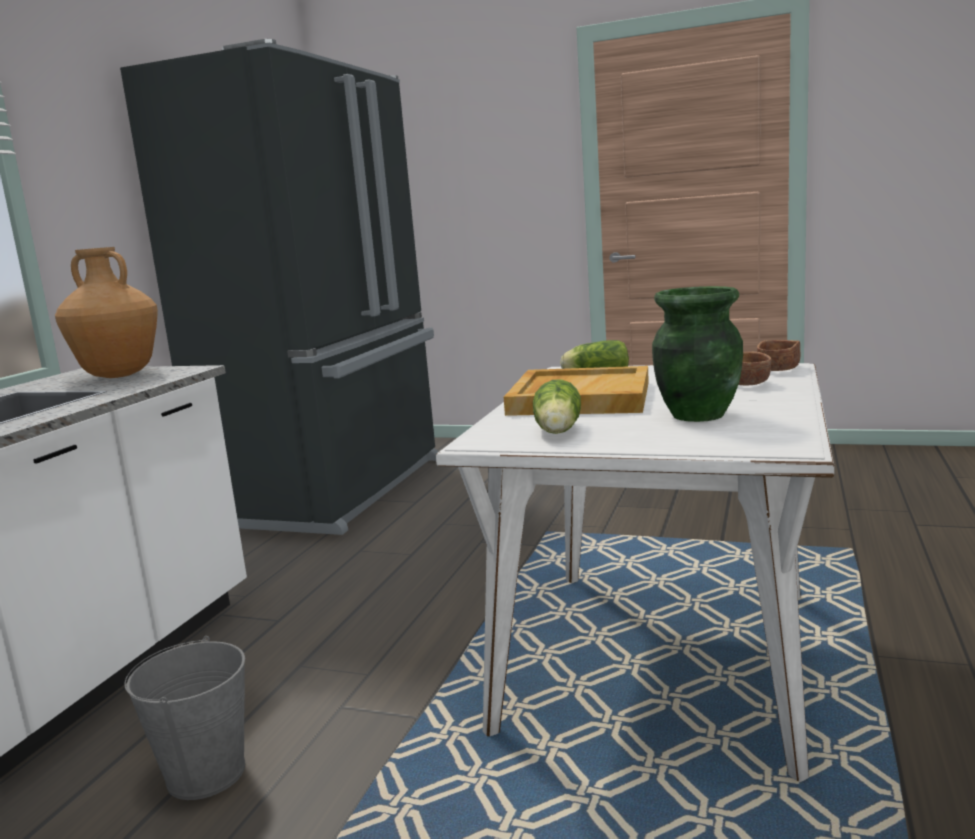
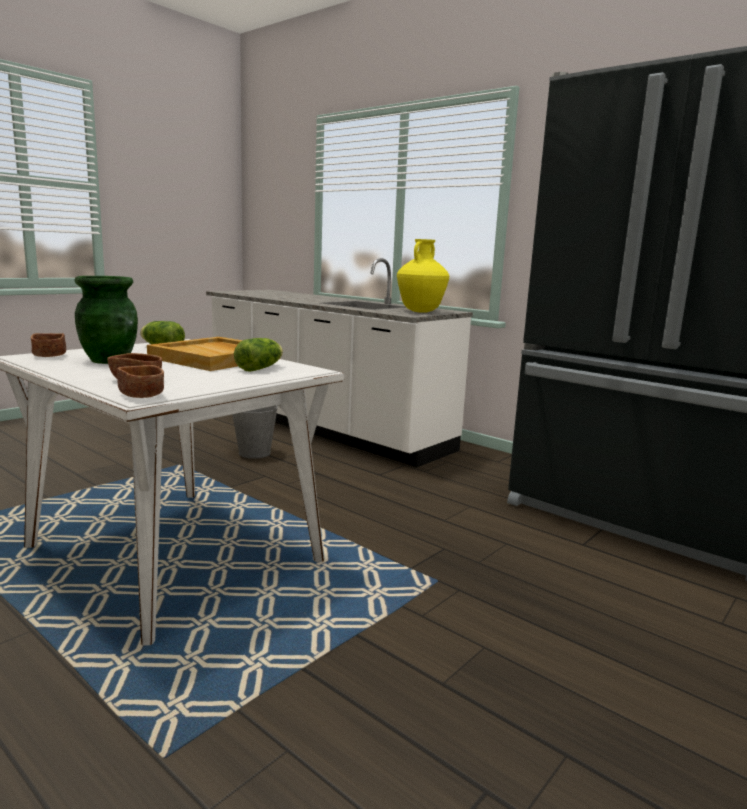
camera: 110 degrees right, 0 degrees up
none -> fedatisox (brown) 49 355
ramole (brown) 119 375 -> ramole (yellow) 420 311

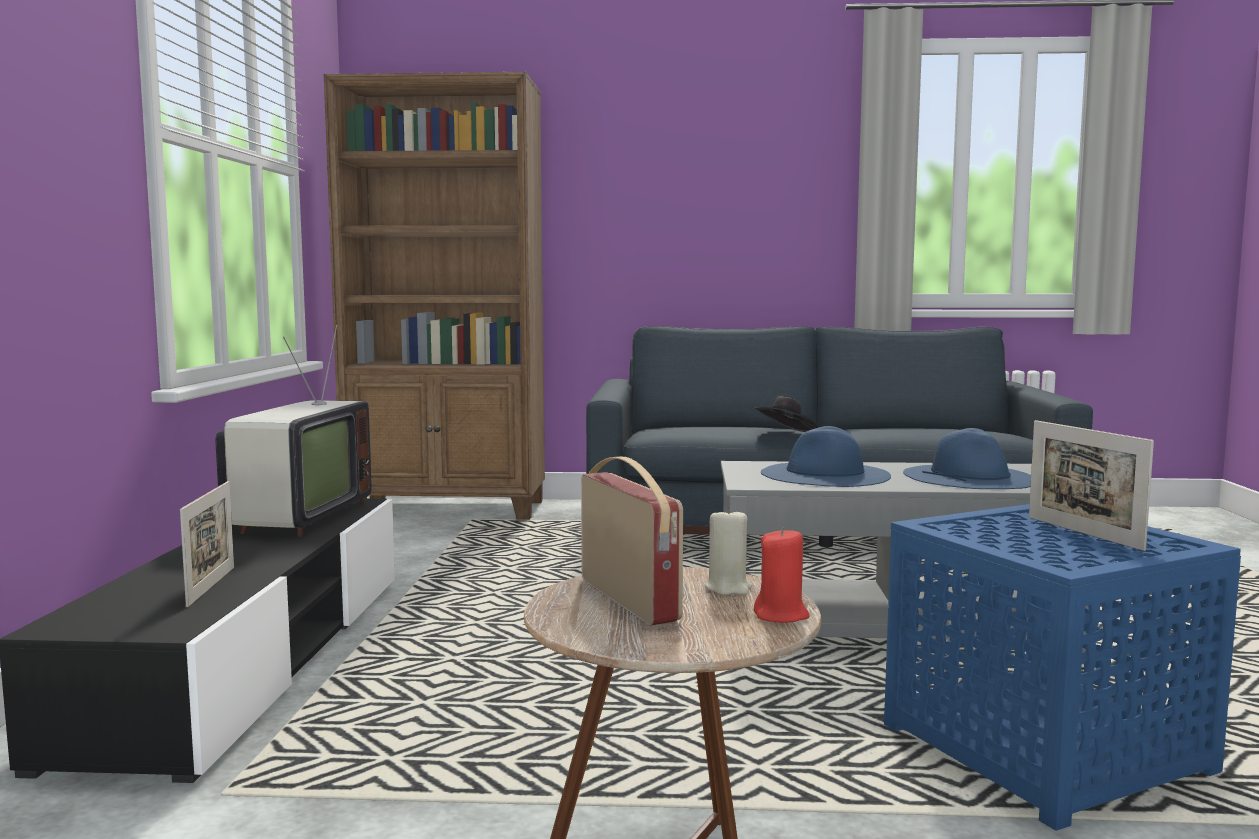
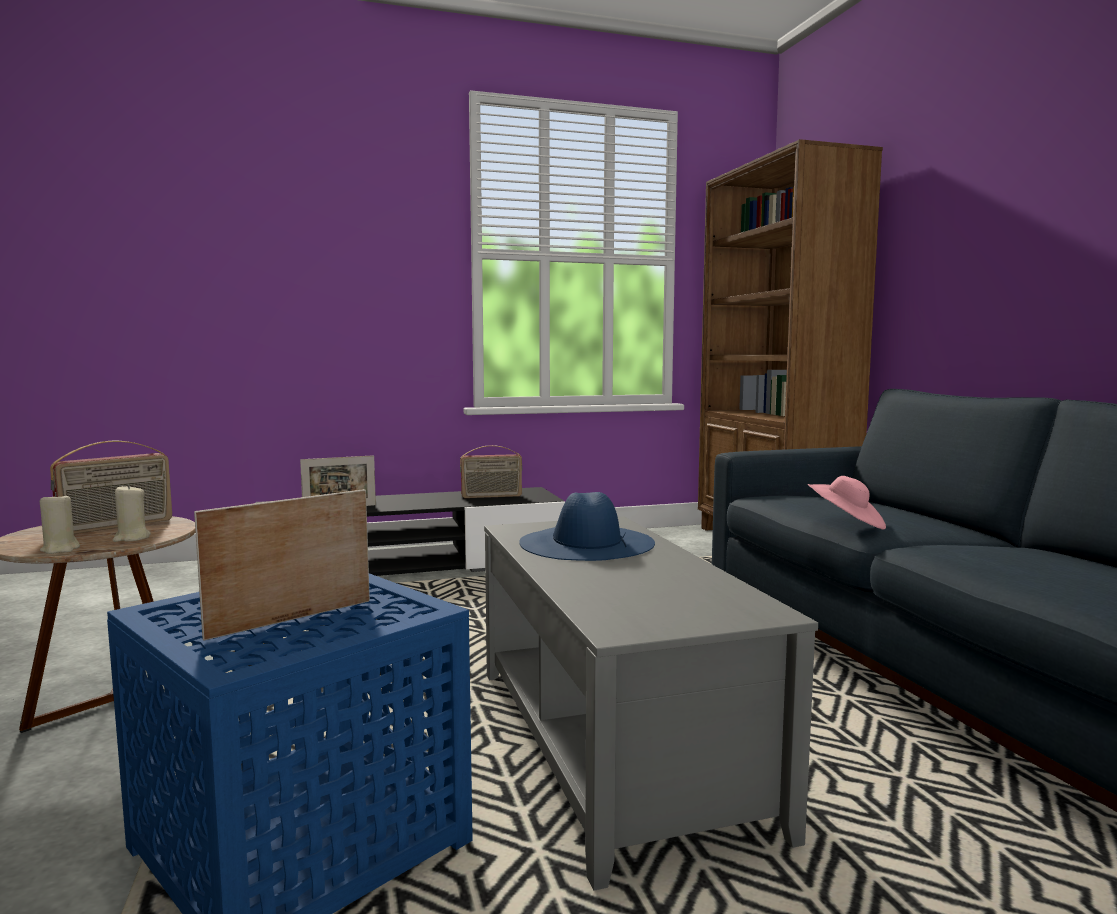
camera: 70 degrees right, 0 degrees up
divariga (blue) 970 477 -> none
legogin 297 518 -> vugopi 491 496
divariga (black) 784 434 -> divariga (pink) 846 524
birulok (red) 781 615 -> birulok (beige) 60 549

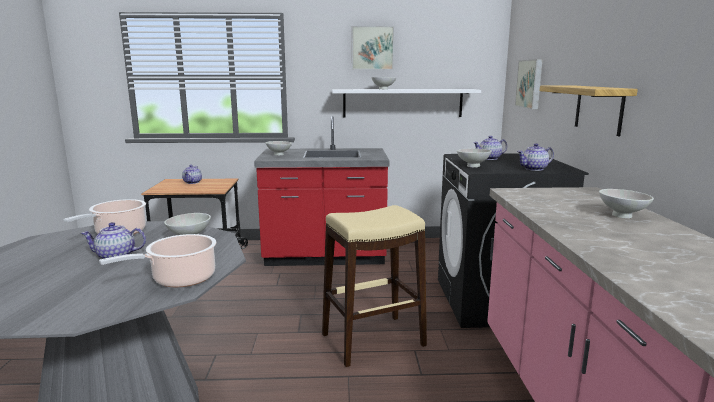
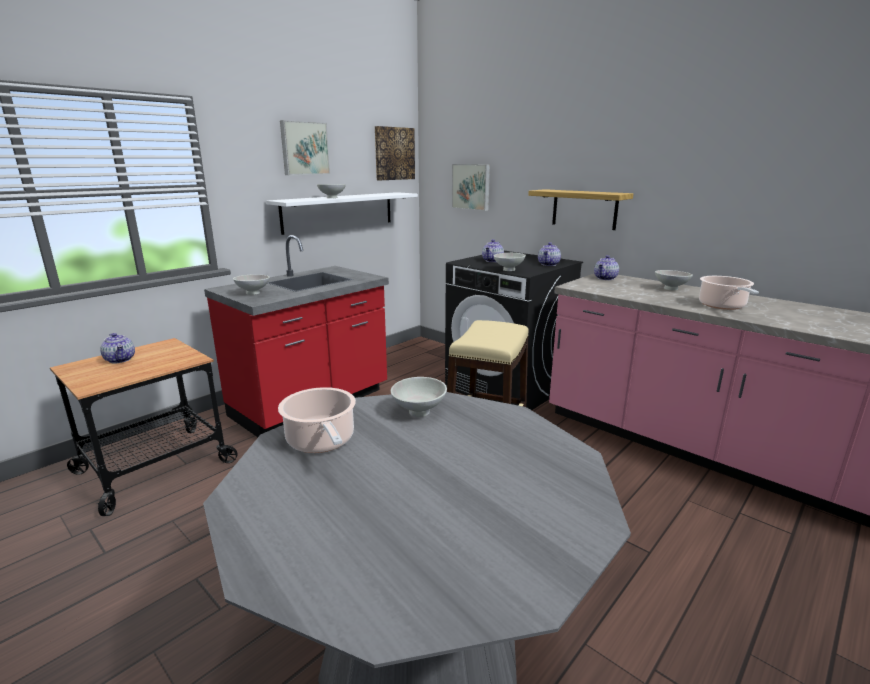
camera: 45 degrees left, 5 degrees up
none -> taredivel 394 153
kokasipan 115 256 -> kokasipan 605 278, relocated
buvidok 180 279 -> buvidok 723 306, relocated

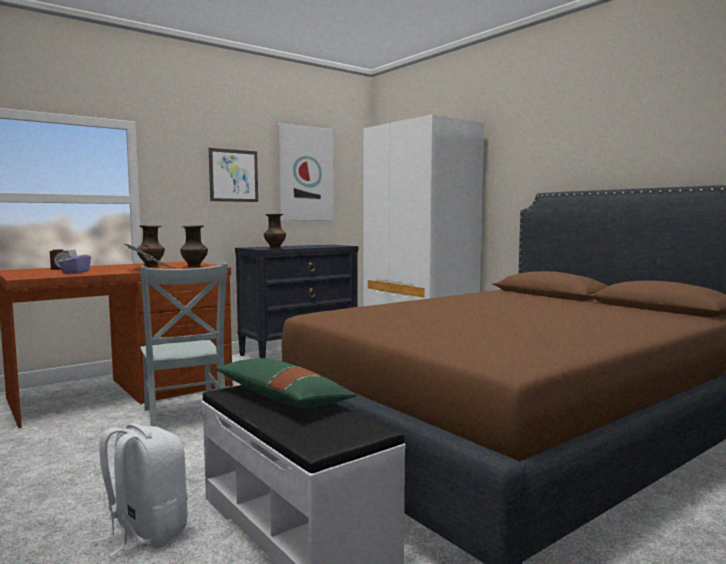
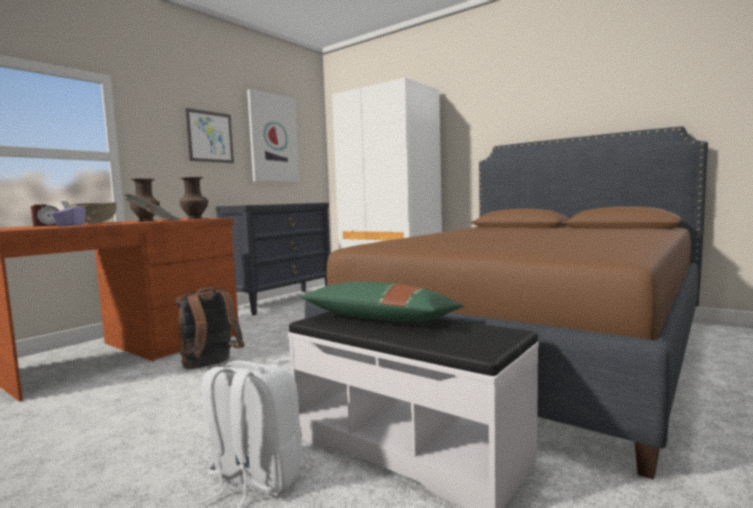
camera: 15 degrees left, 0 degrees up
ramole (brown) 275 248 -> none
none -> fedatisox (brown) 94 223
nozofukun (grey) 184 417 -> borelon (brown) 210 366

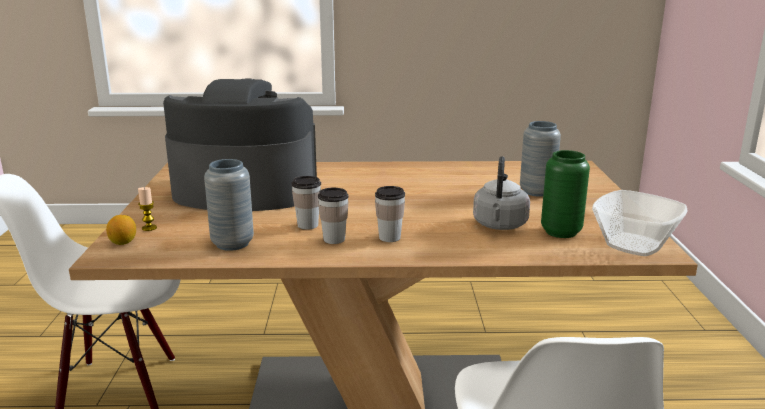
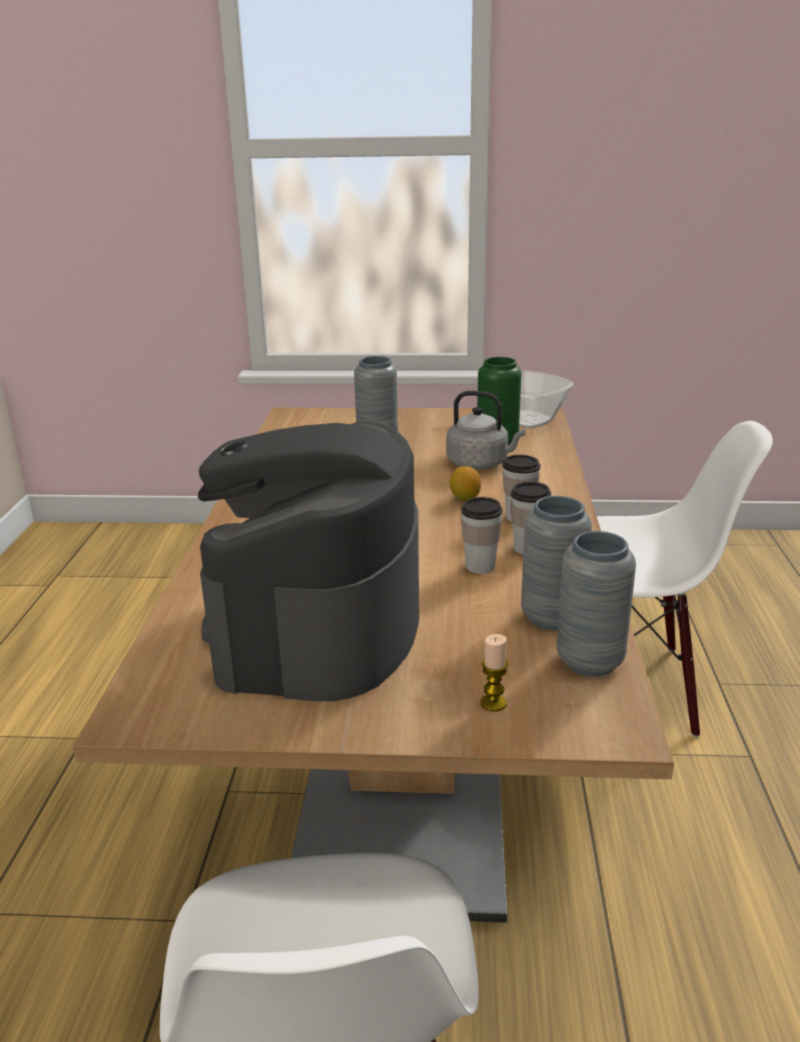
camera: 85 degrees left, 5 degrees up
none -> ramole (grey) 589 661
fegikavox 123 242 -> fegikavox 464 498, relocated

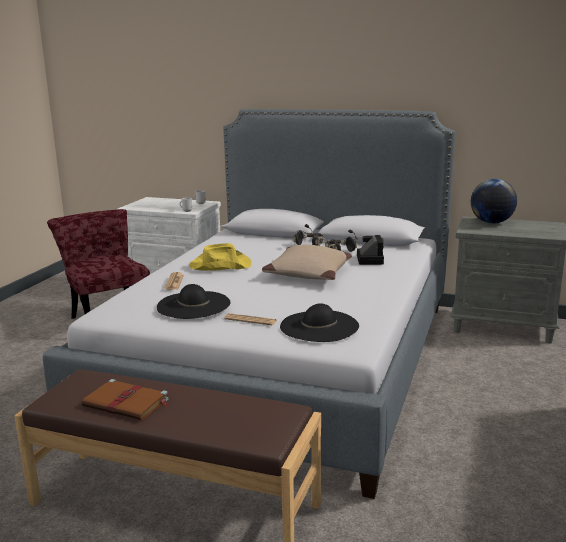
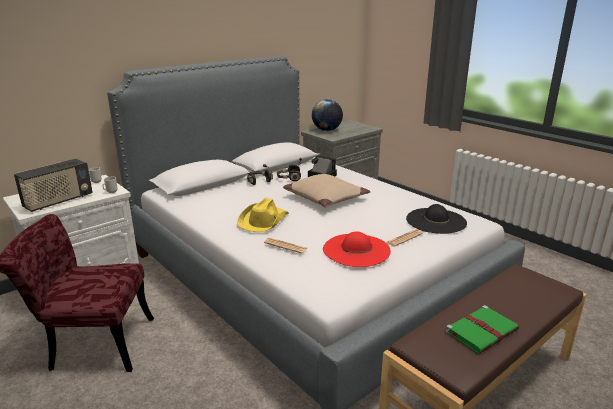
camera: 60 degrees left, 5 degrees up
none -> vugopi 58 201
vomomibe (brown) 127 403 -> vomomibe (green) 482 331
divariga (black) 194 305 -> divariga (red) 356 250

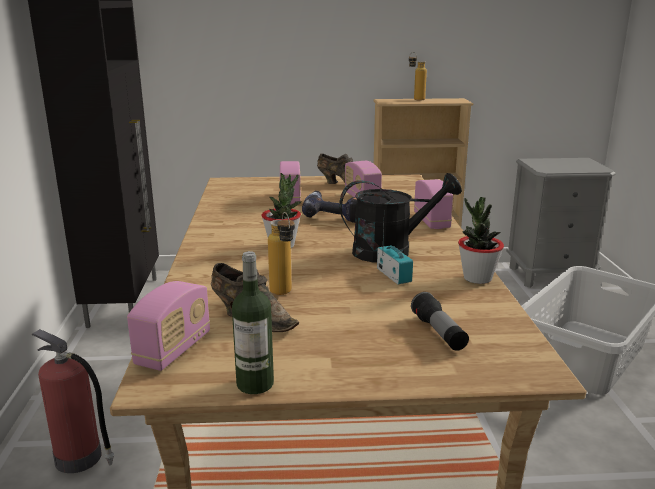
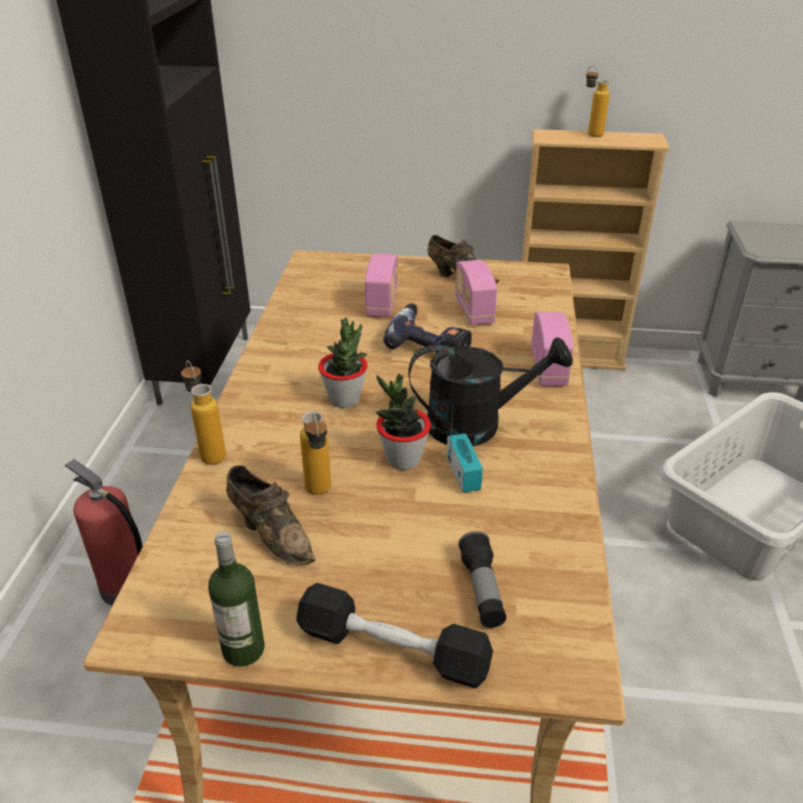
camera: 10 degrees right, 15 degrees up
vugopi 174 350 -> none
none -> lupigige 209 452
none -> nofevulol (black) 393 650
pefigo 477 278 -> pefigo 403 459, relocated

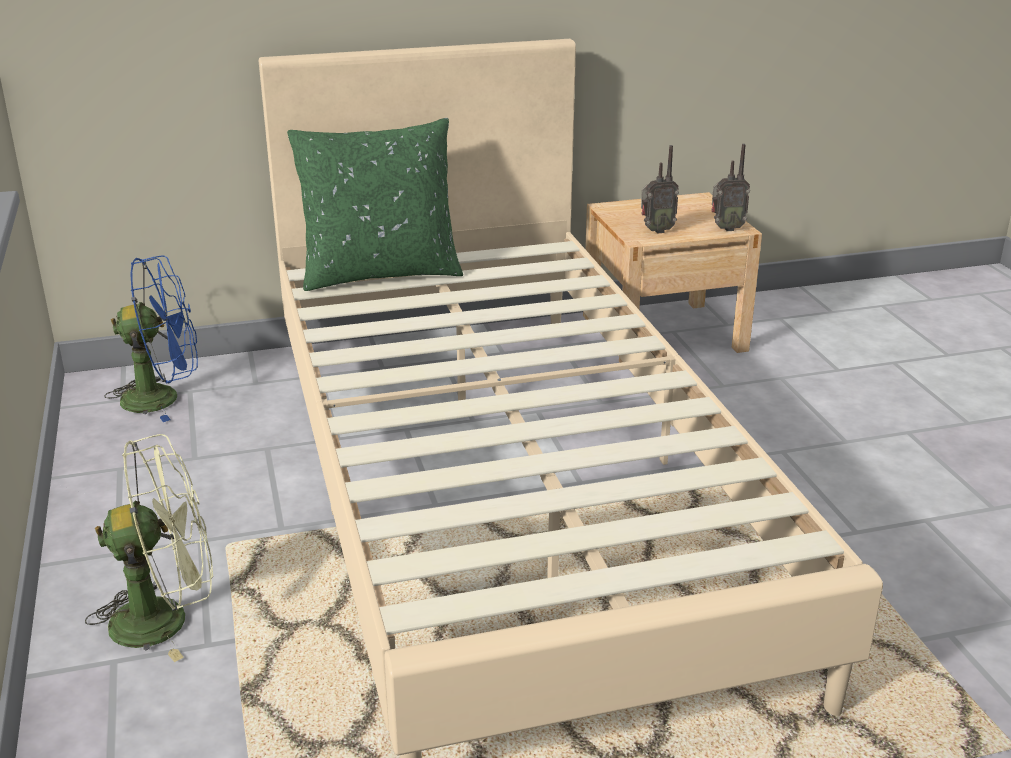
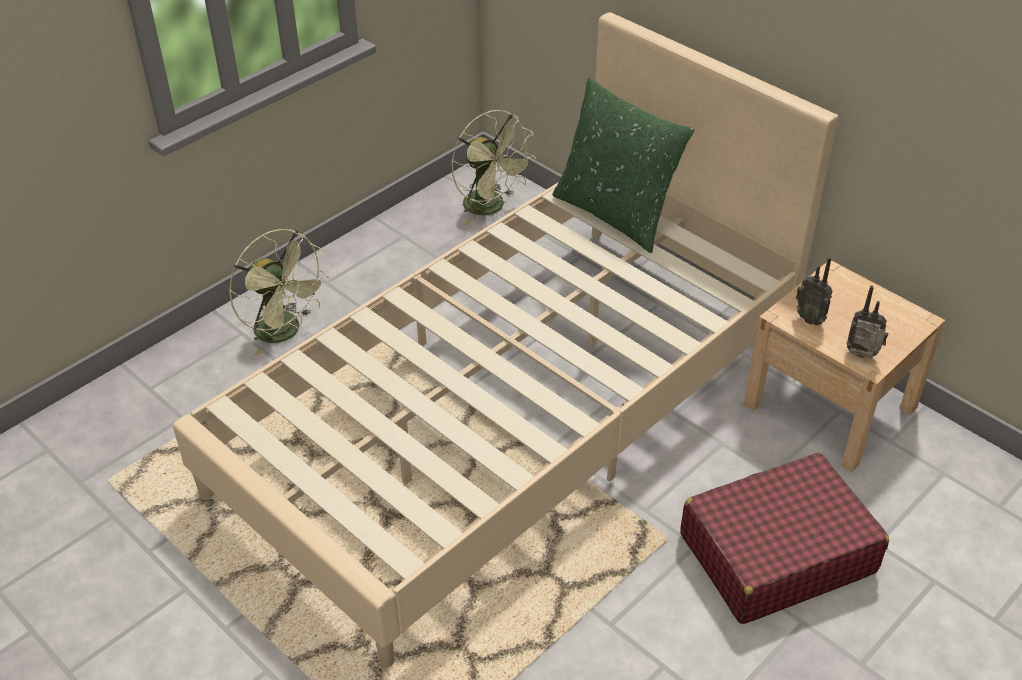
camera: 60 degrees right, 15 degrees up
none -> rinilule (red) 776 553
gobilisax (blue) 163 398 -> gobilisax (green) 491 207
vugopi 726 228 -> vugopi 862 358, 150 degrees clockwise

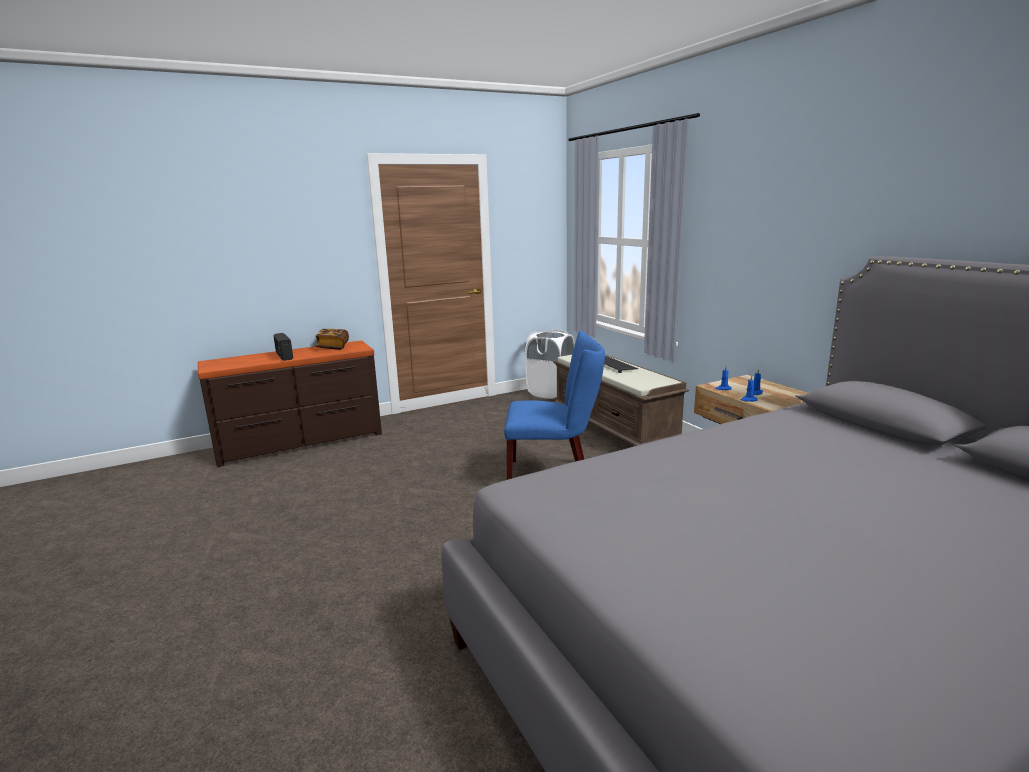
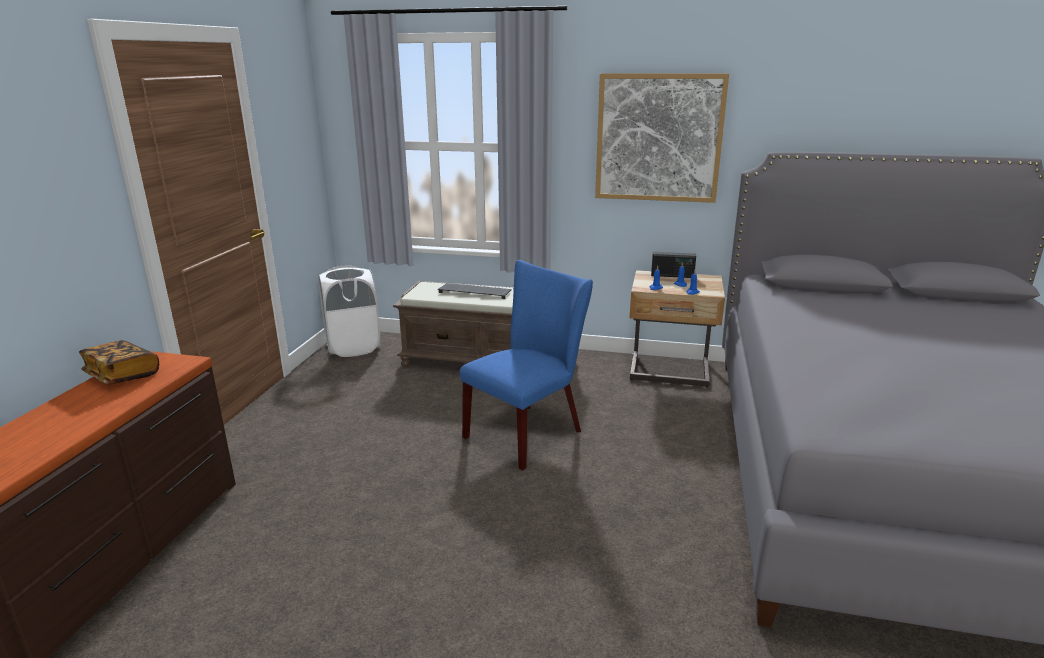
camera: 50 degrees left, 5 degrees up
none -> taredivel 658 138
vugopi 284 356 -> vugopi 672 275, relocated

